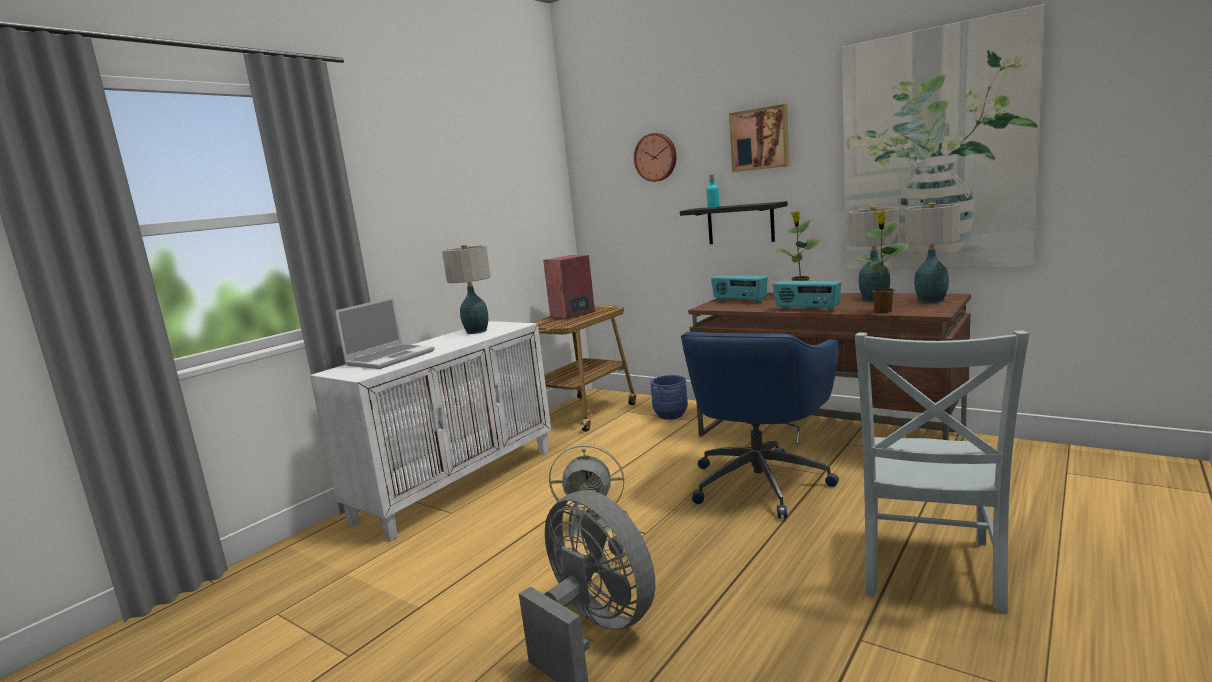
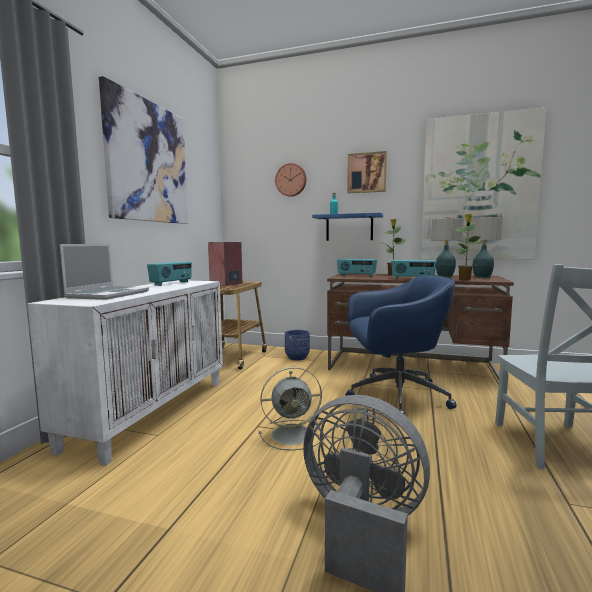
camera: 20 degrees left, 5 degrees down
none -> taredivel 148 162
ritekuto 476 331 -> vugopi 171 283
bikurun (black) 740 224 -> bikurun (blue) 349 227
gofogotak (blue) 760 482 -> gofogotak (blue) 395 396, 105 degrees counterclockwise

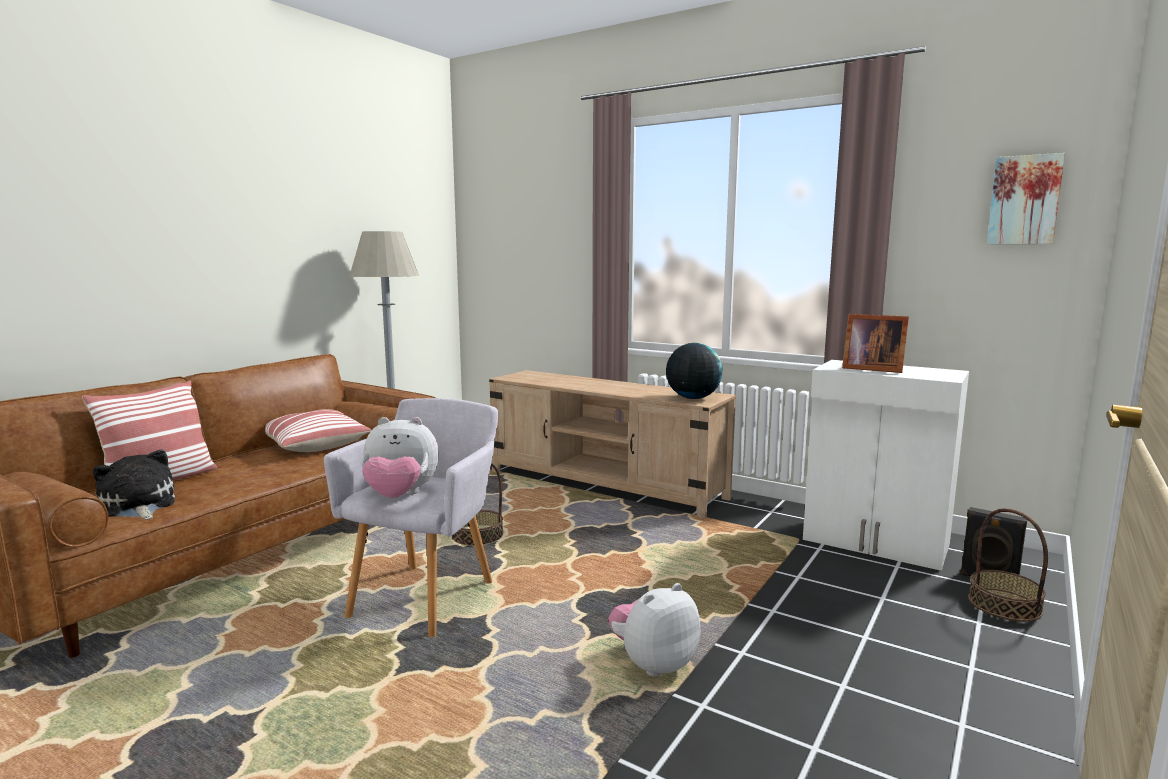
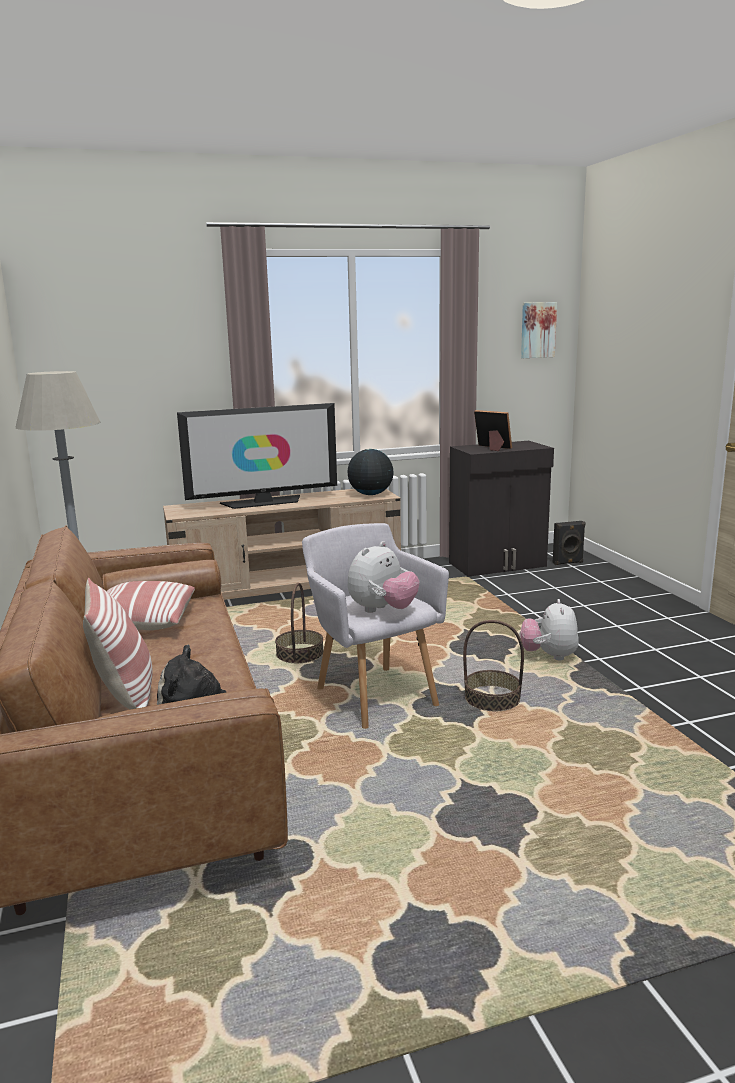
camera: 50 degrees left, 5 degrees up
none -> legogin 263 502
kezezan 1004 605 -> kezezan 492 699, relocated
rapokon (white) 876 543 -> rapokon (black) 498 565
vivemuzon 870 369 -> vivemuzon 492 448, 120 degrees counterclockwise

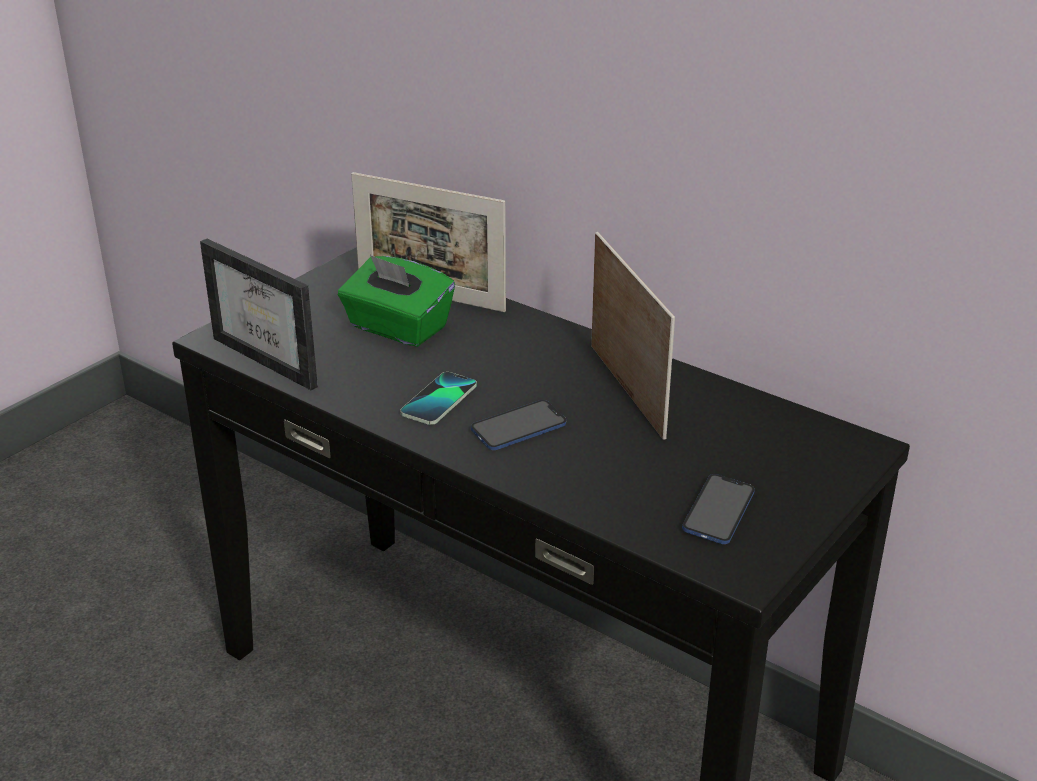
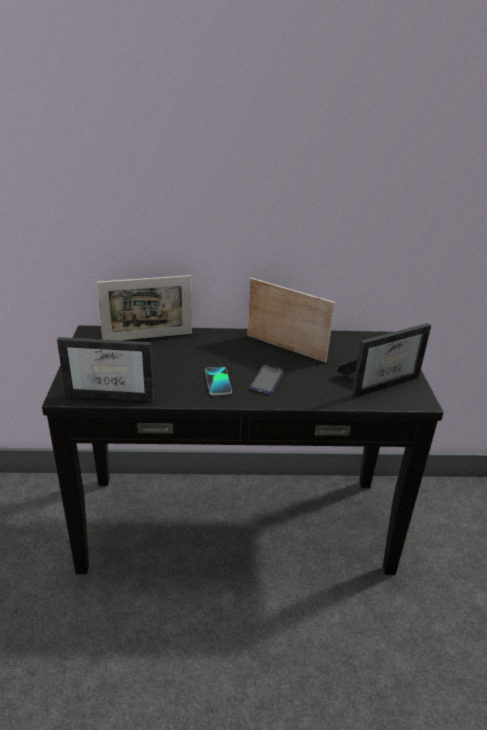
camera: 40 degrees left, 0 degrees up
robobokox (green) 397 328 -> none
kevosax 718 511 -> vivemuzon 381 381

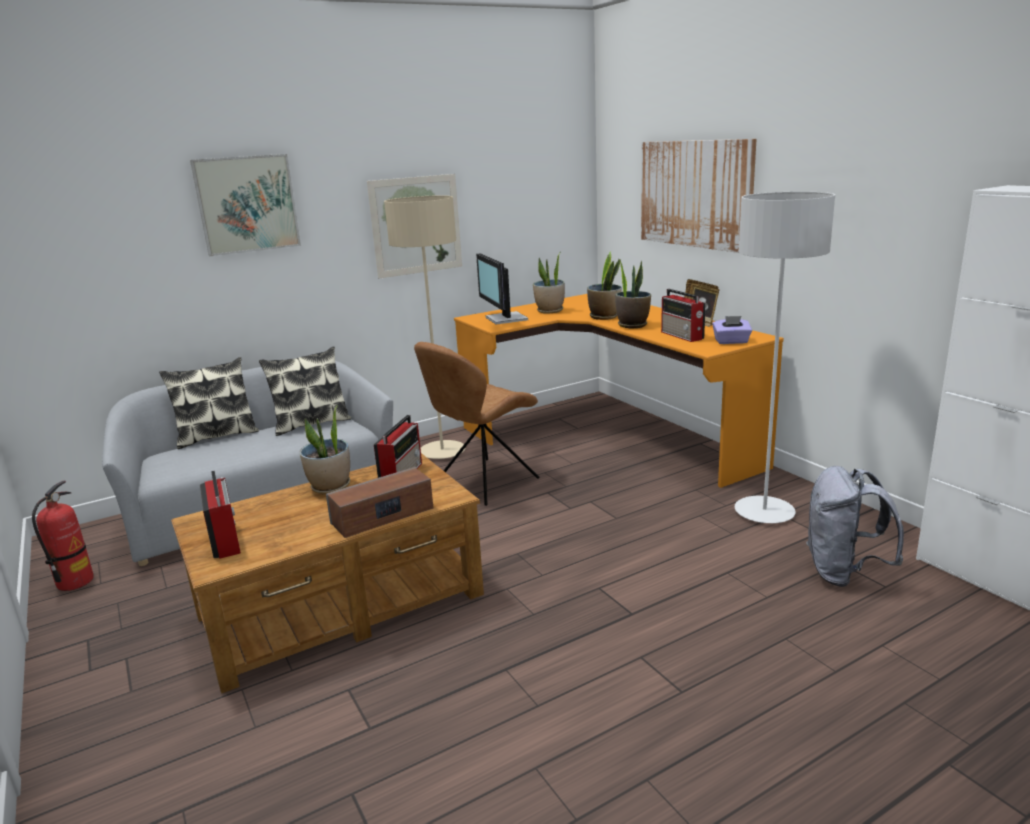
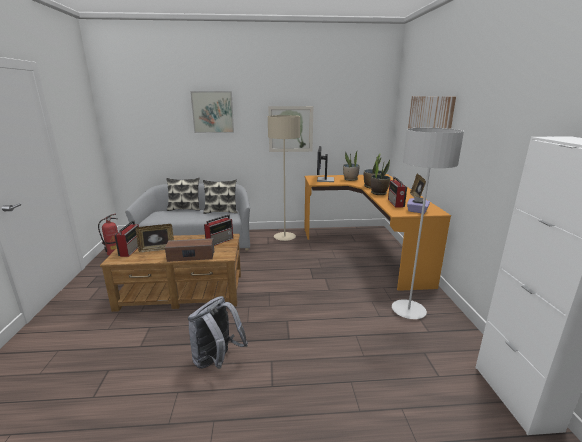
camera: 25 degrees right, 0 degrees up
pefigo 330 487 -> none
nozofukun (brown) 483 483 -> none
none -> vivemuzon 157 249
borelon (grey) 843 573 -> borelon (grey) 217 360, relocated

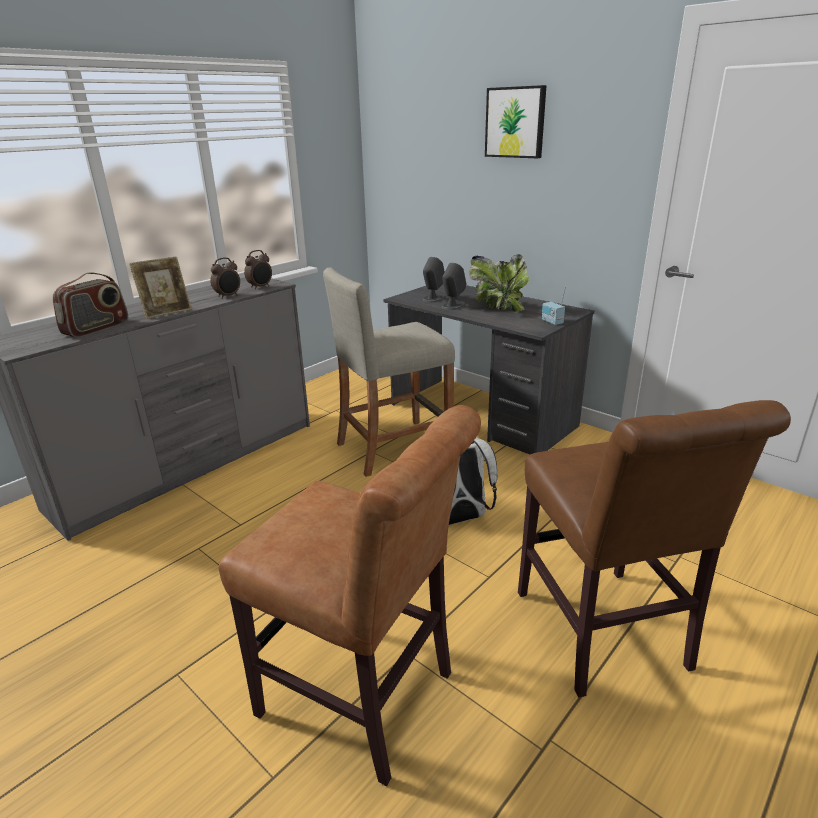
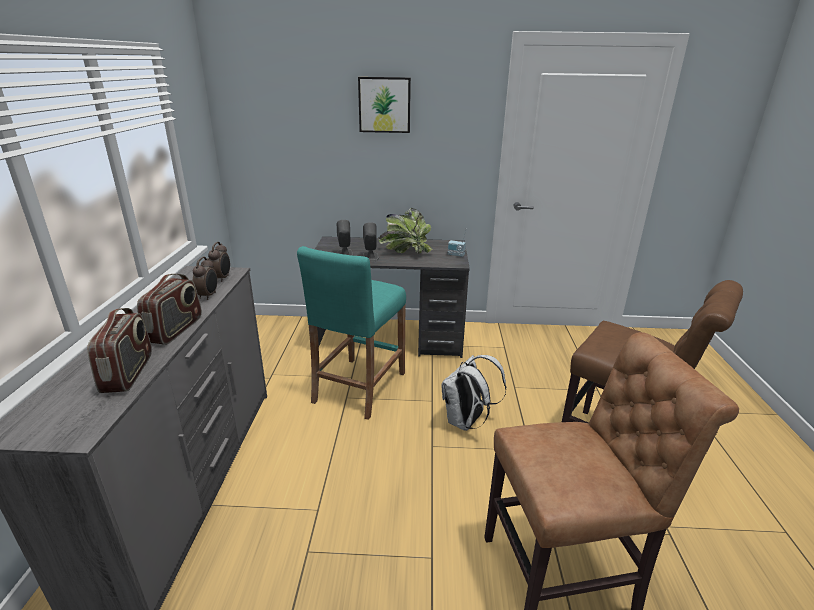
camera: 40 degrees left, 0 degrees up
vivemuzon 166 312 -> vugopi 175 330
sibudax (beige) 393 447 -> sibudax (turquoise) 359 387

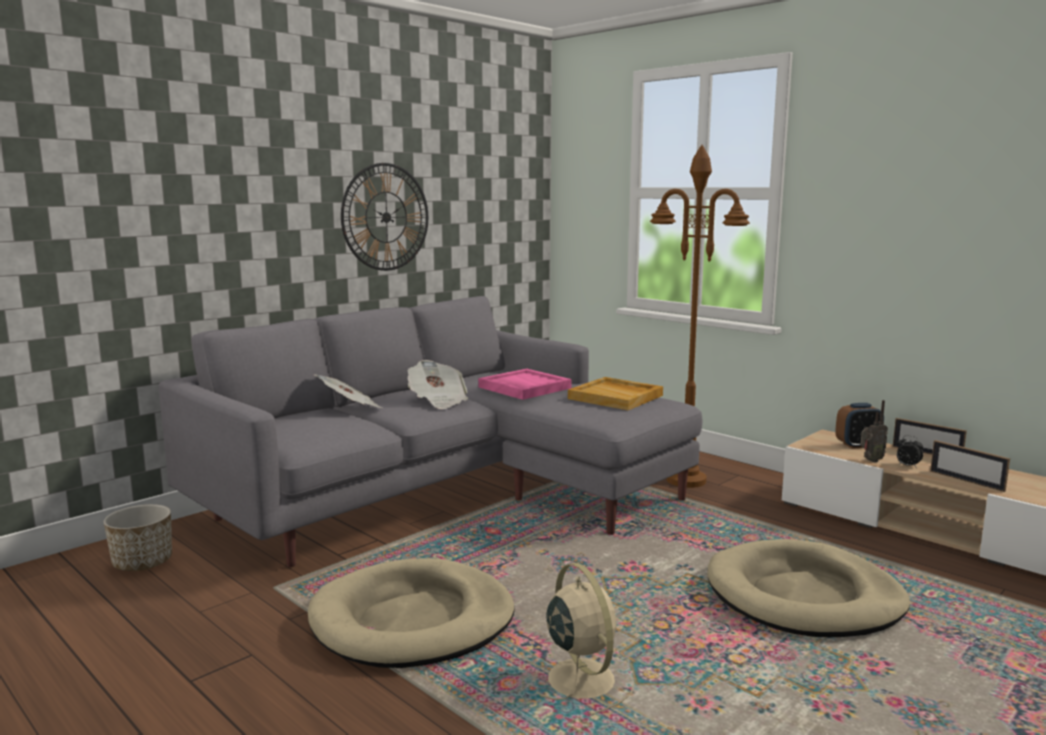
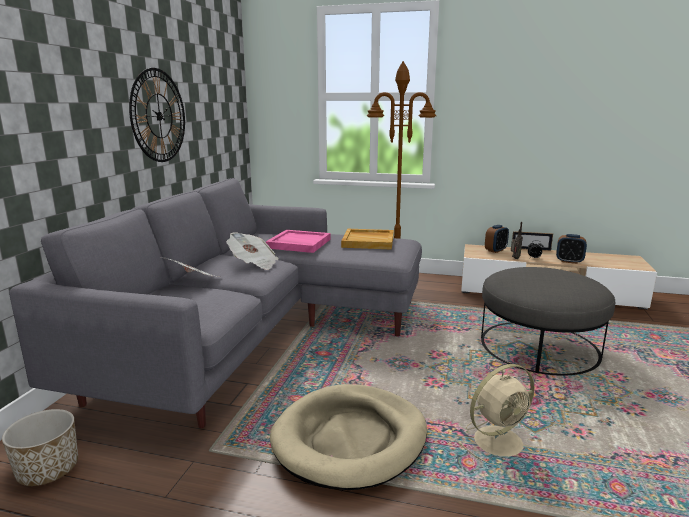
camera: 30 degrees left, 5 degrees up
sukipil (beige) 804 596 -> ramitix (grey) 539 346
vivemuzon 966 481 -> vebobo 569 261
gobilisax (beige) 579 678 -> gobilisax (beige) 500 441, 120 degrees clockwise

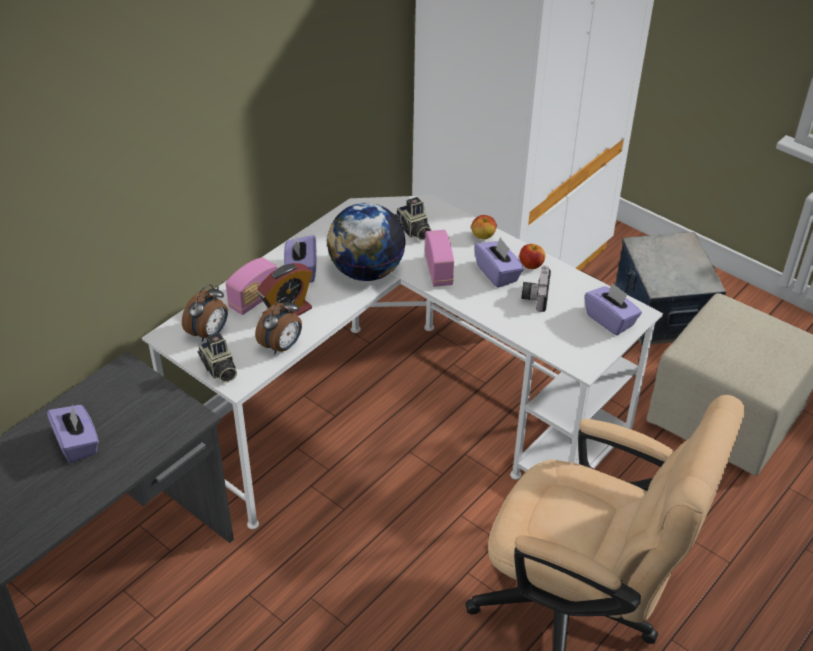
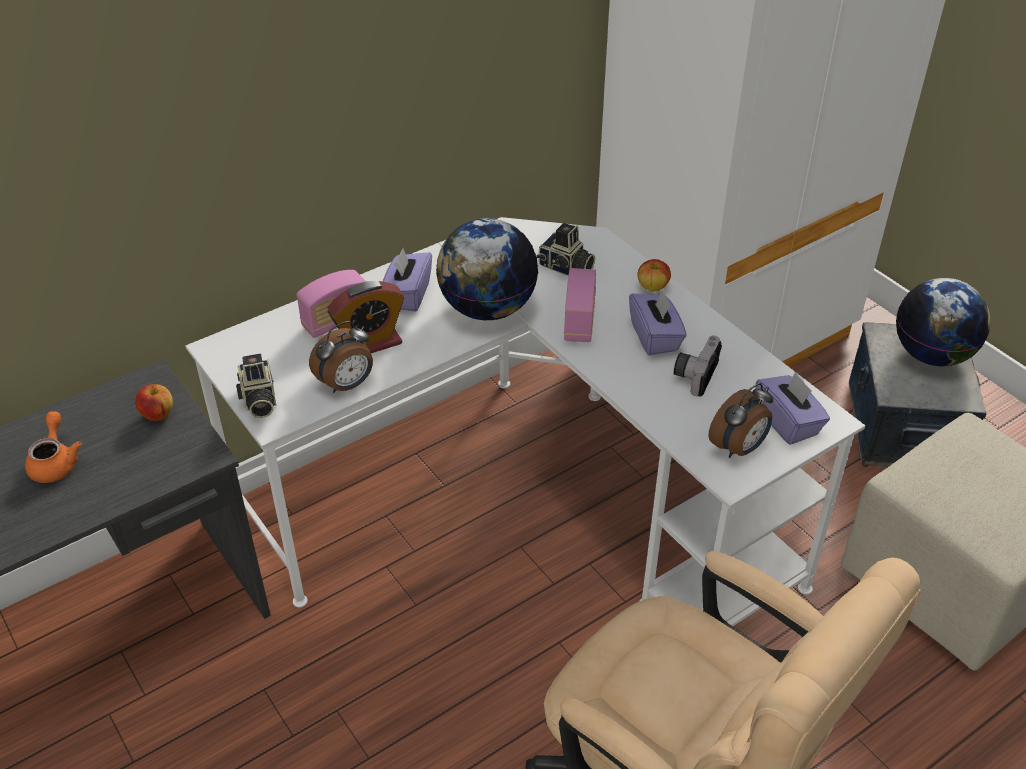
camera: 15 degrees right, 0 degrees up
none -> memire 932 355
vebobo 209 334 -> vebobo 739 448, relocated
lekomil 531 265 -> lekomil 157 414, relocated
robobokox (purple) 77 443 -> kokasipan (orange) 55 462
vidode 413 231 -> vidode 565 267, 45 degrees counterclockwise

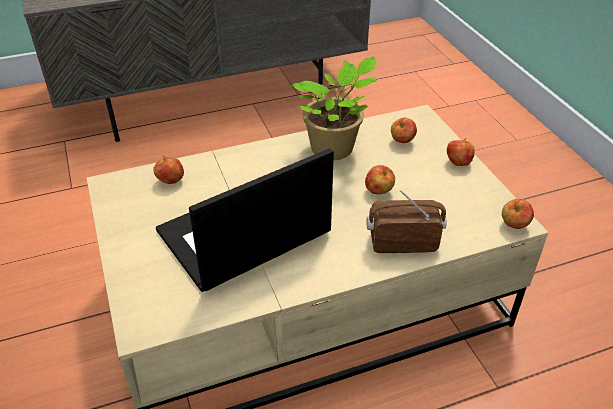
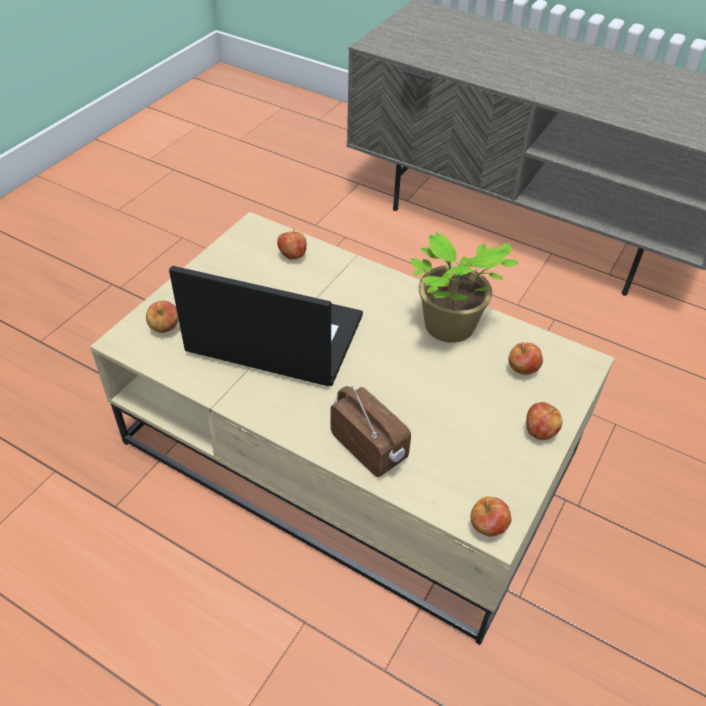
camera: 50 degrees right, 5 degrees up
lekomil 379 191 -> lekomil 165 328, relocated

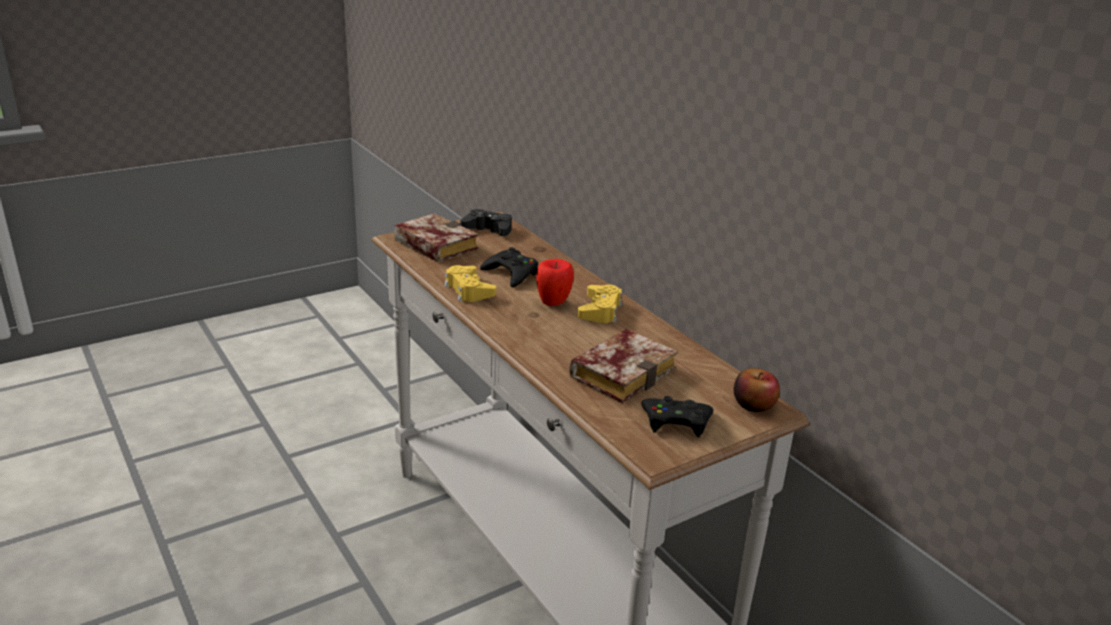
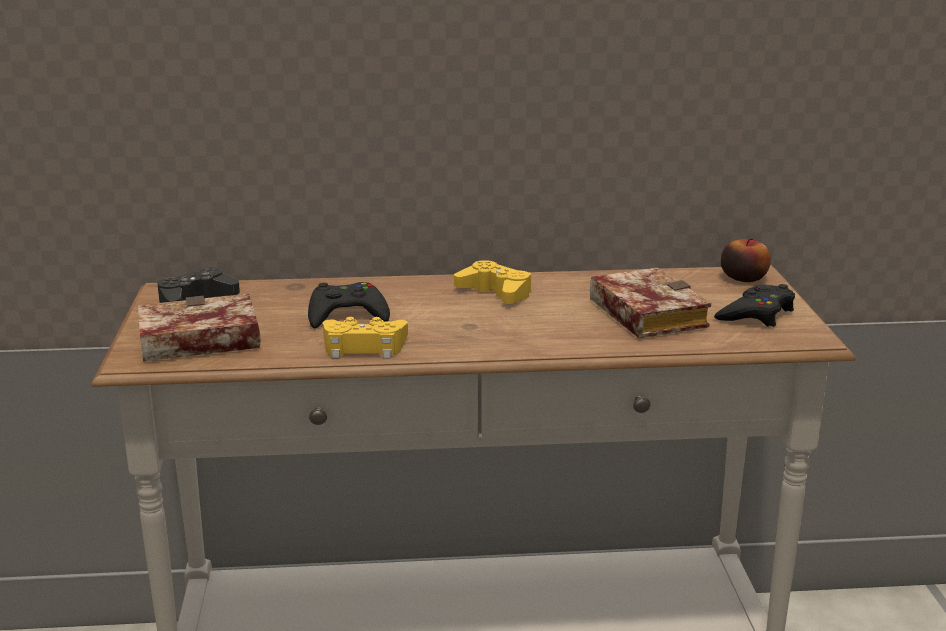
camera: 60 degrees left, 5 degrees down
lekomil 553 303 -> none

